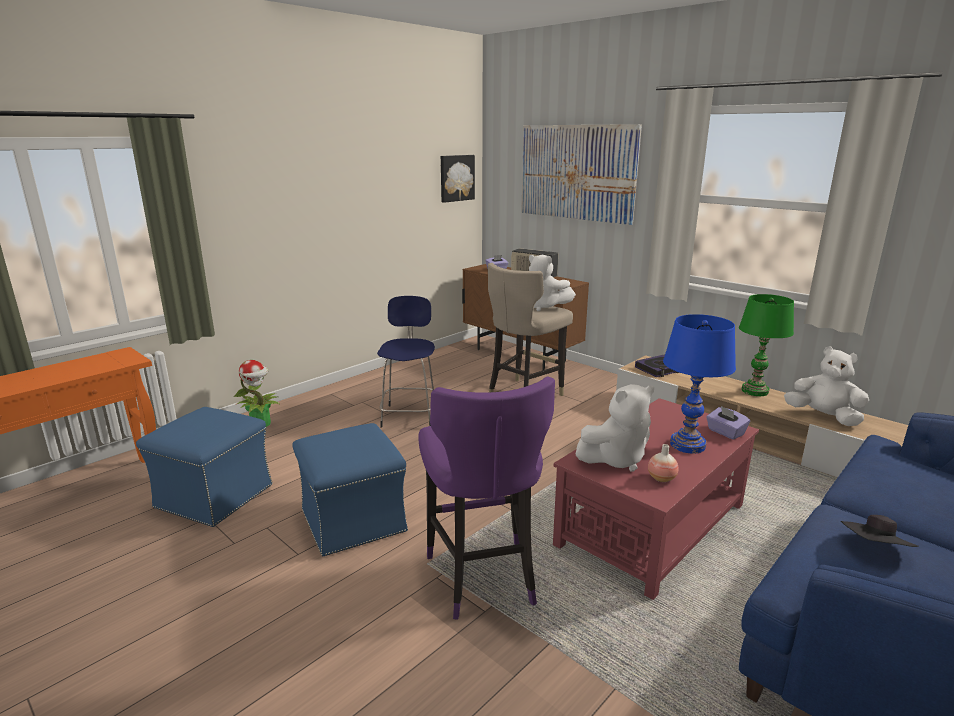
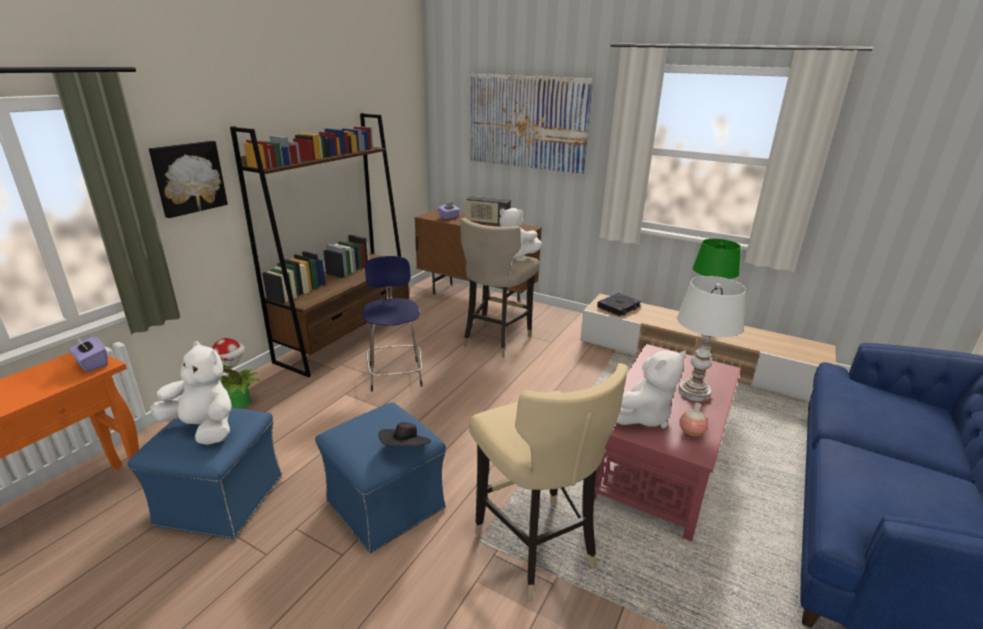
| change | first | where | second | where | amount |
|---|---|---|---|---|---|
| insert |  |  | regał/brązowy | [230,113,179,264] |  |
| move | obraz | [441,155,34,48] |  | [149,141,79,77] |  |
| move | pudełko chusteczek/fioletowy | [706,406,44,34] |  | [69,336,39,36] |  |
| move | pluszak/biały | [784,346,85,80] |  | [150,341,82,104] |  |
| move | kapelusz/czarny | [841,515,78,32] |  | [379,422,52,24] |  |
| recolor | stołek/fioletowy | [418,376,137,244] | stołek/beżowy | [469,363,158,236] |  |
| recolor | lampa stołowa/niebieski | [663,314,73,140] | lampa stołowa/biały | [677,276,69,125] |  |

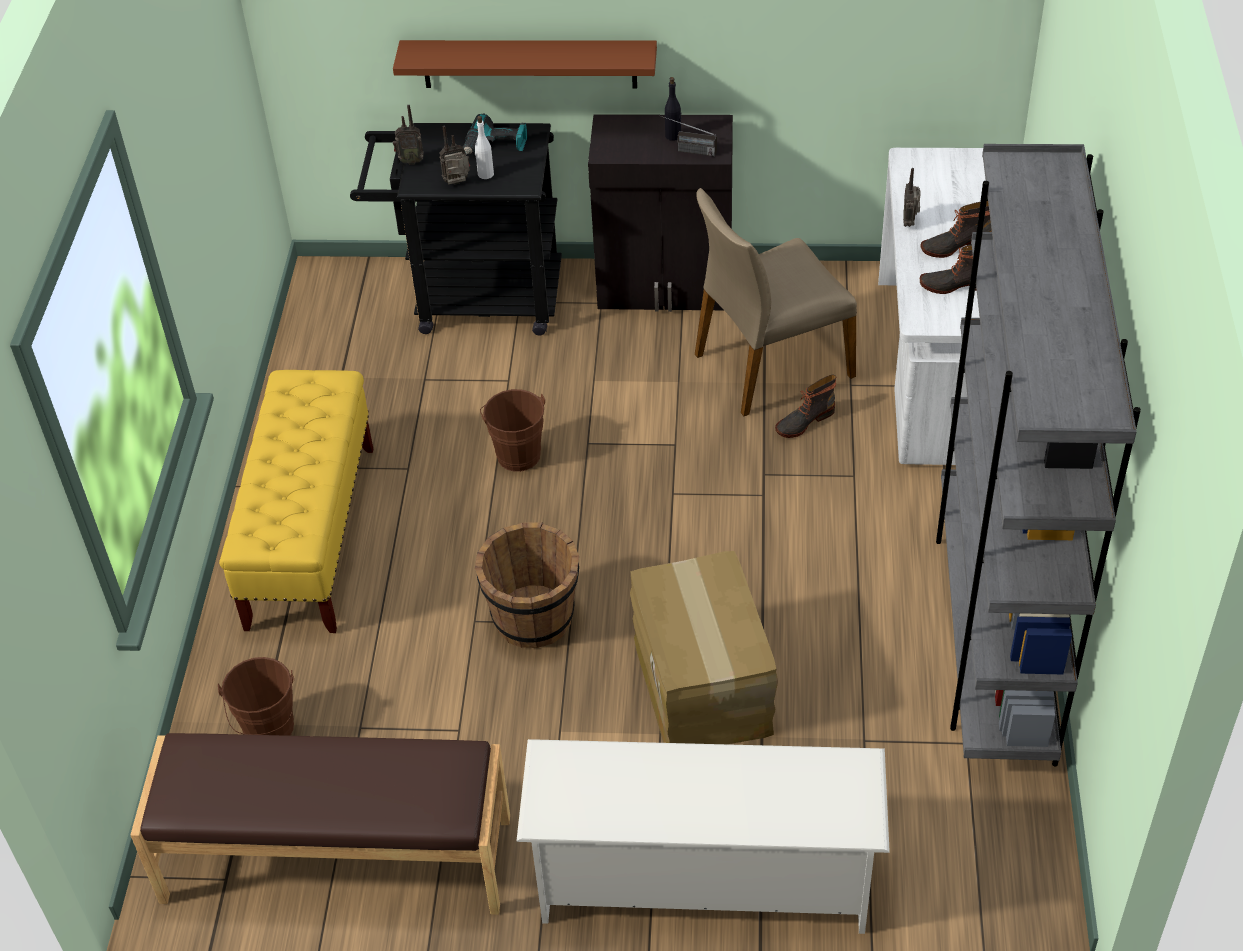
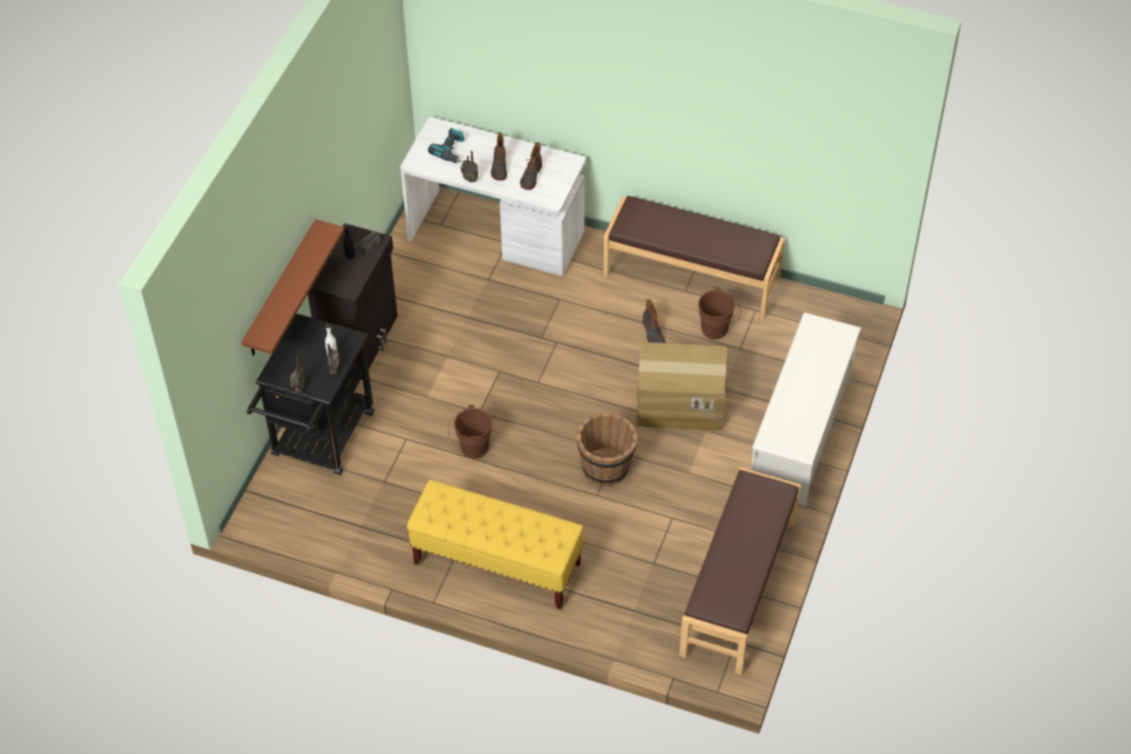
| change | first | where | second | where | amount |
|---|---|---|---|---|---|
| delete | krzesło/beżowy | [695,188,162,228] |  |  |  |
| move | wiadro/brązowy | [218,657,76,79] |  | [698,287,43,52] |  |
| move | wiertarka | [463,113,64,42] |  | [428,128,36,35] |  |
| move | but z cholewką | [775,375,61,63] |  | [643,299,22,44] |  |
| replace | regał/szary | [936,144,205,622] | ławka/brązowy | [604,196,181,124] |  |

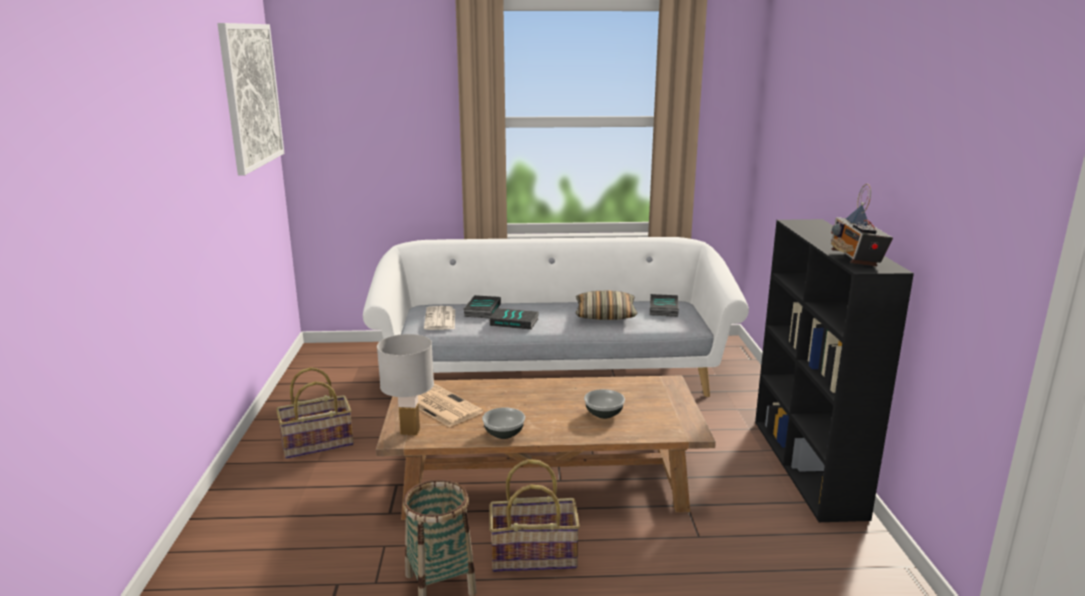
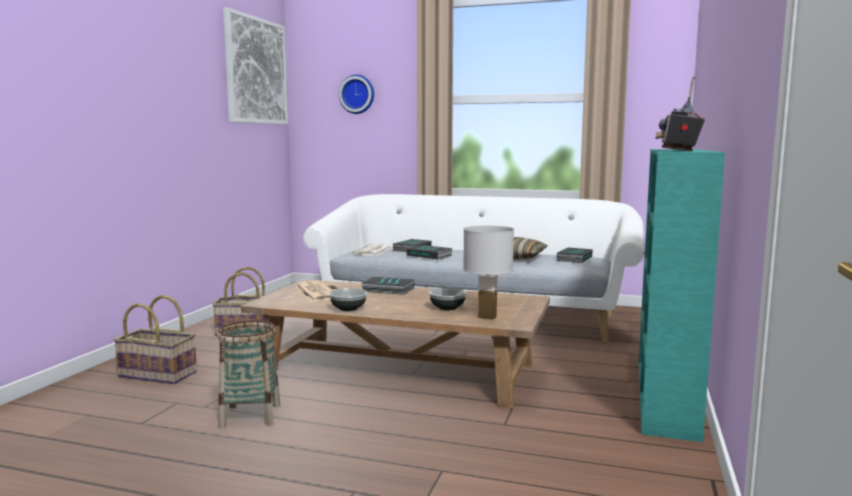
| change | first | where | second | where | amount |
|---|---|---|---|---|---|
| insert |  |  | zegar ścienny | [339,74,35,40] |  |
| insert |  |  | książka | [362,277,53,18] |  |
| move | lampa stołowa/biały | [377,334,57,101] |  | [463,225,51,95] |  |
| move | koszyk | [489,459,91,113] |  | [114,295,83,89] |  |
| recolor | regał/czarny | [755,219,159,303] | regał/turkusowy | [639,149,86,293] |  |

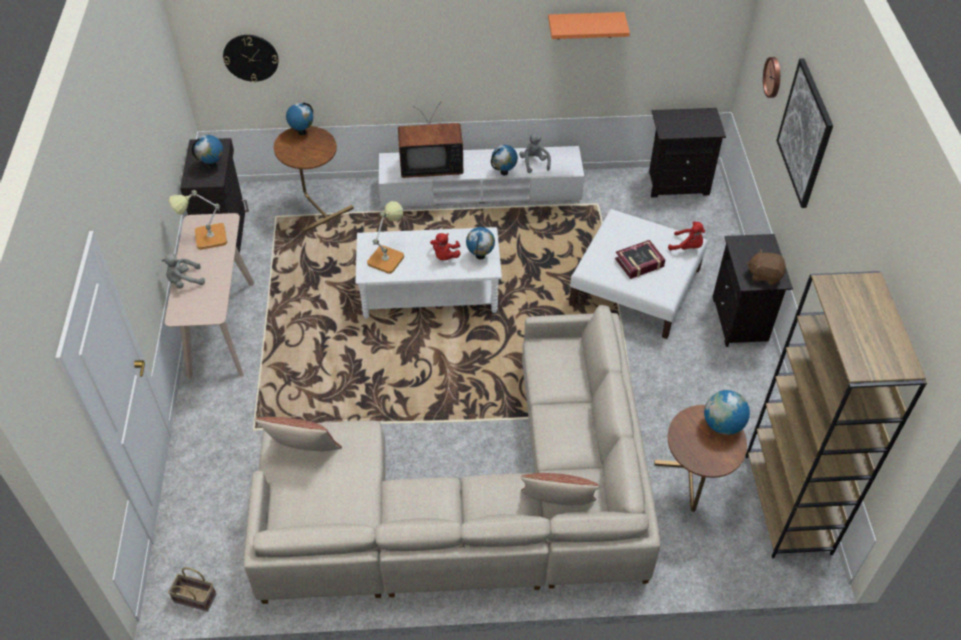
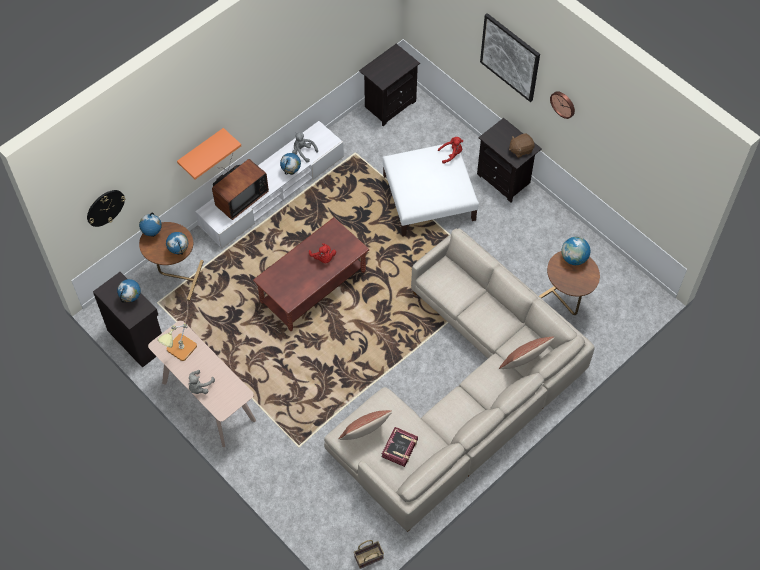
| change | first | where | second | where | amount |
|---|---|---|---|---|---|
| delete | lampa stołowa | [367,201,37,73] |  |  |  |
| delete | regał/brązowy | [745,271,182,287] |  |  |  |
| move | globus | [466,227,29,33] |  | [166,232,22,23] |  |
| move | półka/pomarańczowy | [548,12,82,27] |  | [177,128,64,51] |  |
| move | książka | [615,240,50,39] |  | [382,427,36,40] |  |
| move | zegar ścienny | [763,57,17,41] |  | [550,91,25,28] |  |
| recolor | ława/biały | [355,227,147,92] | ława/brązowy | [253,217,116,114] |  |

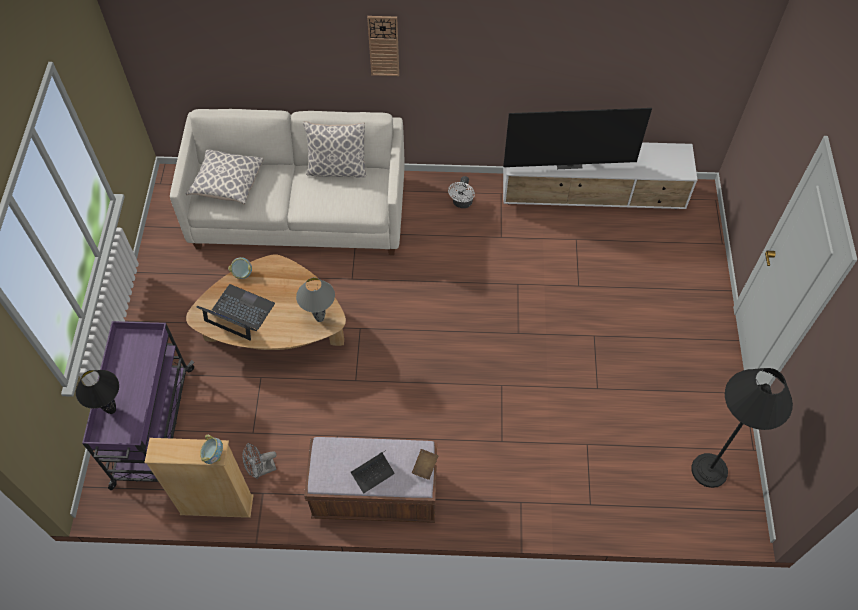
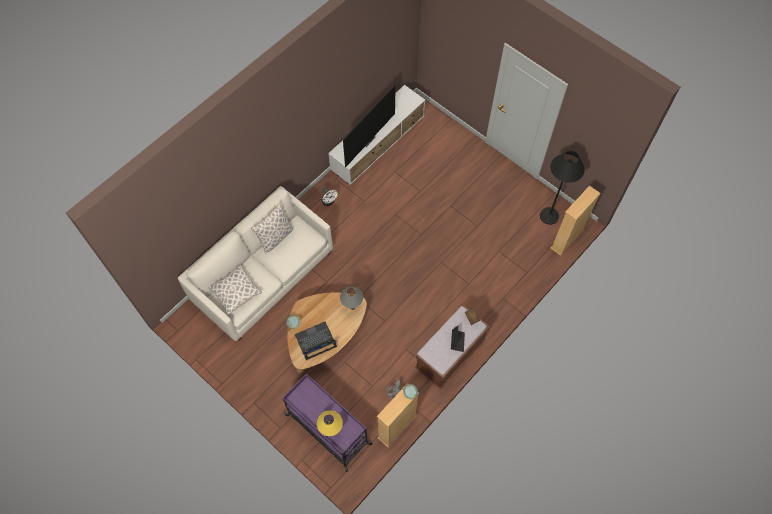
| change | first | where | second | where | amount |
|---|---|---|---|---|---|
| delete | zegar ścienny | [367,16,32,60] |  |  |  |
| insert |  |  | regał/beżowy | [551,185,50,71] |  |
| recolor | lampa stołowa/czarny | [76,370,43,44] | lampa stołowa/żółty | [317,411,26,25] |  |

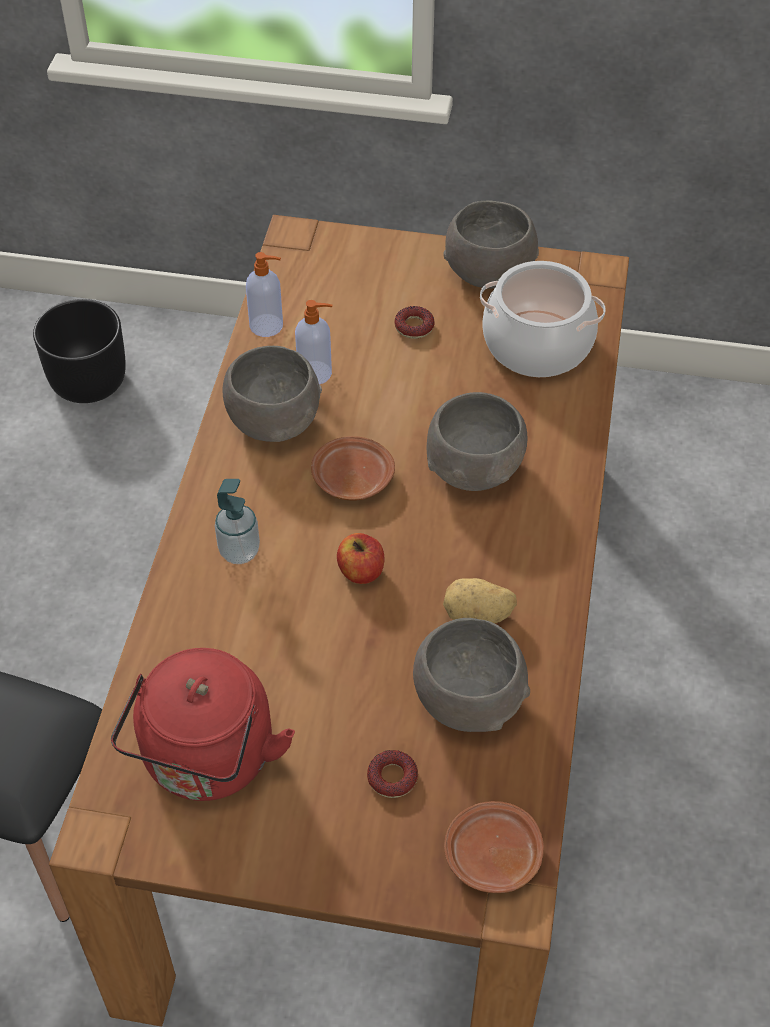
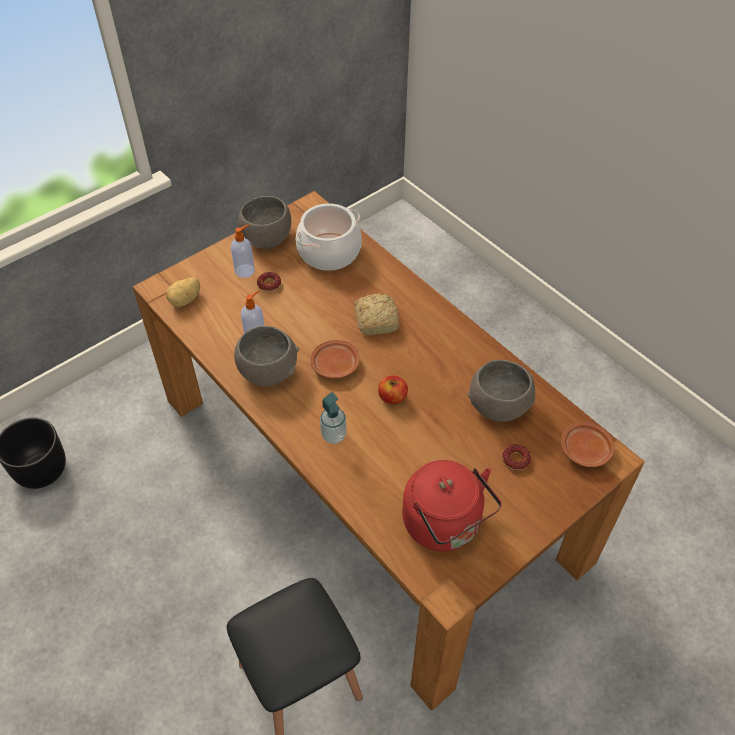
| change | first | where | second | where | amount |
|---|---|---|---|---|---|
| move | dozownik mydła | [246,252,37,85] |  | [231,224,24,54] |  |
| move | ziemniak | [443,578,74,45] |  | [166,277,34,30] |  |
| replace | miska/szary | [427,392,100,99] | chleb | [354,293,45,42] |  |

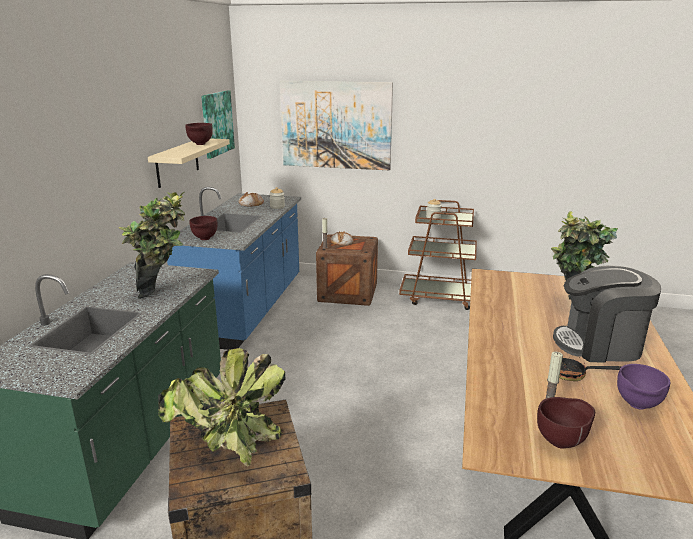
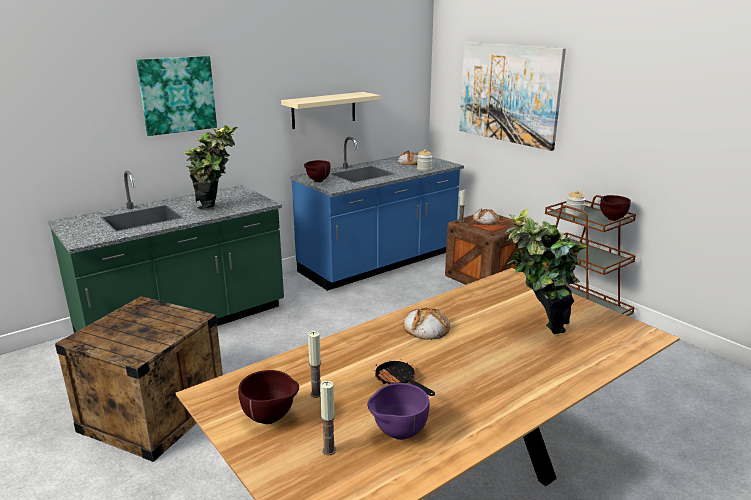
| change | first | where | second | where | amount |
|---|---|---|---|---|---|
| delete | roślina doniczkowa | [158,348,128,118] |  |  |  |
| delete | ekspres do kawy | [553,265,108,98] |  |  |  |
| insert |  |  | świeca | [320,381,16,74] |  |
| insert |  |  | chleb | [403,307,47,33] |  |
| move | miska/brązowy | [185,123,28,22] |  | [600,195,31,26] |  |
| move | obraz | [201,91,34,68] |  | [136,56,81,80] |  |

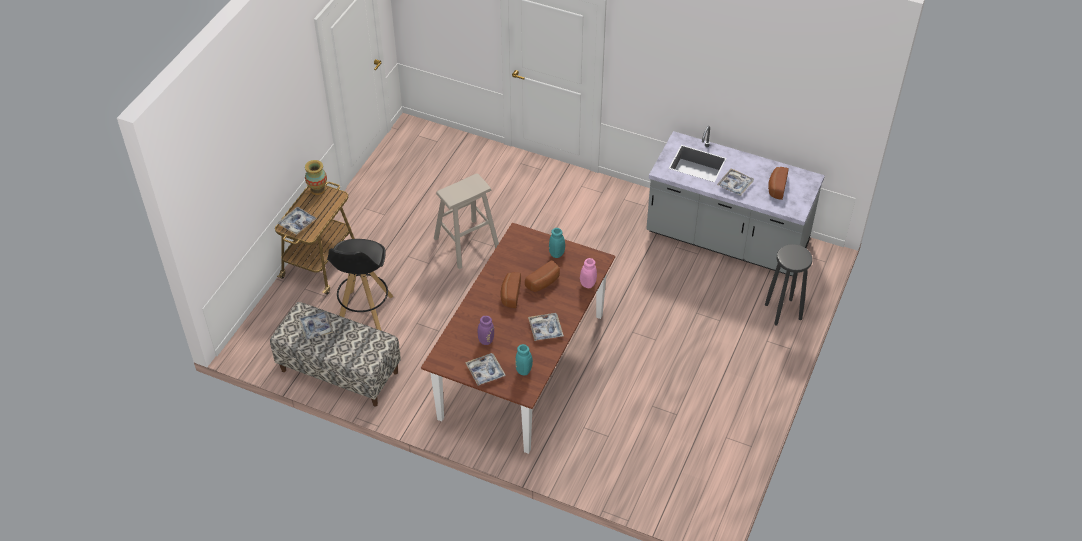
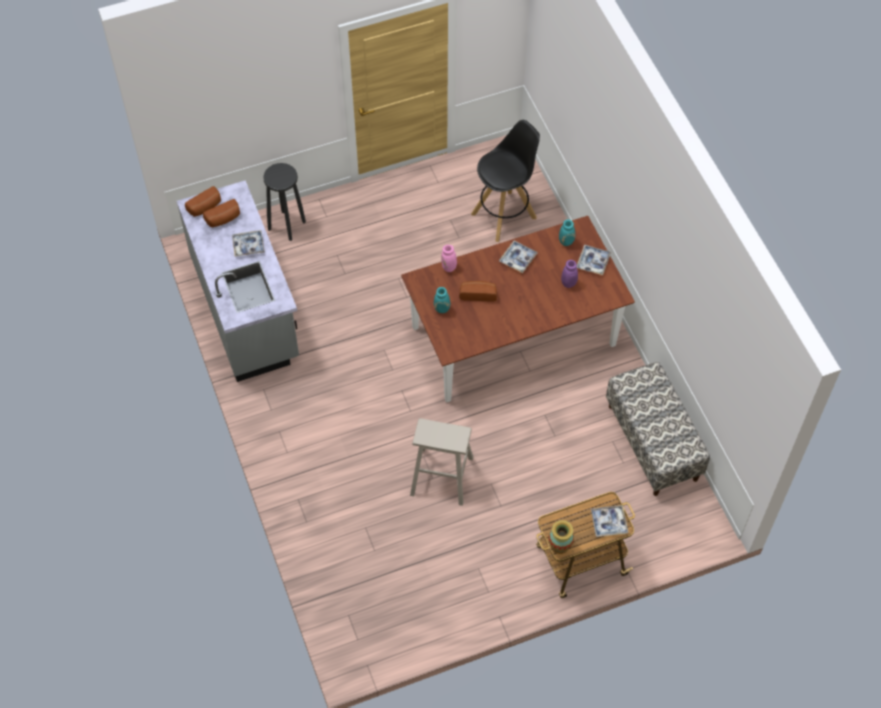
| change | first | where | second | where | amount |
|---|---|---|---|---|---|
| delete | taca | [299,311,34,29] |  |  |  |
| move | stołek/czarny | [327,239,67,92] |  | [471,120,69,122] |  |
| move | chleb | [501,272,20,36] |  | [185,186,36,31] |  |

